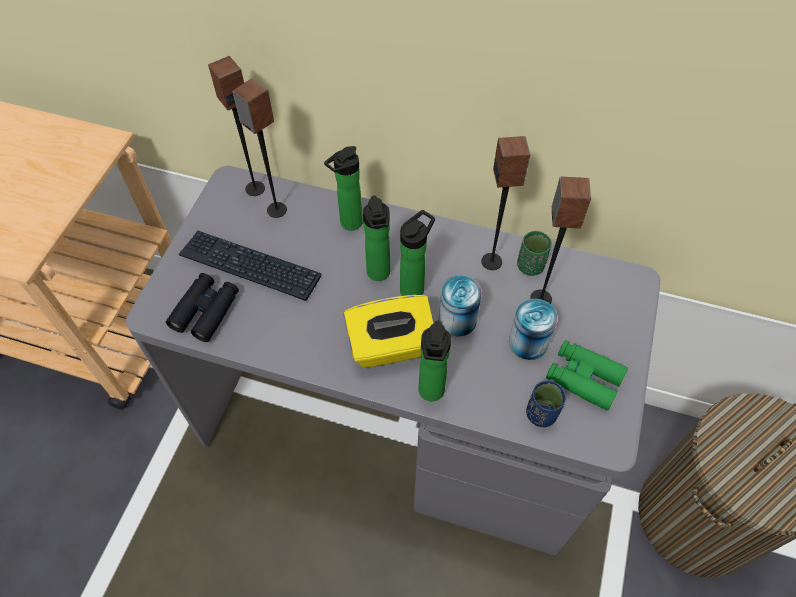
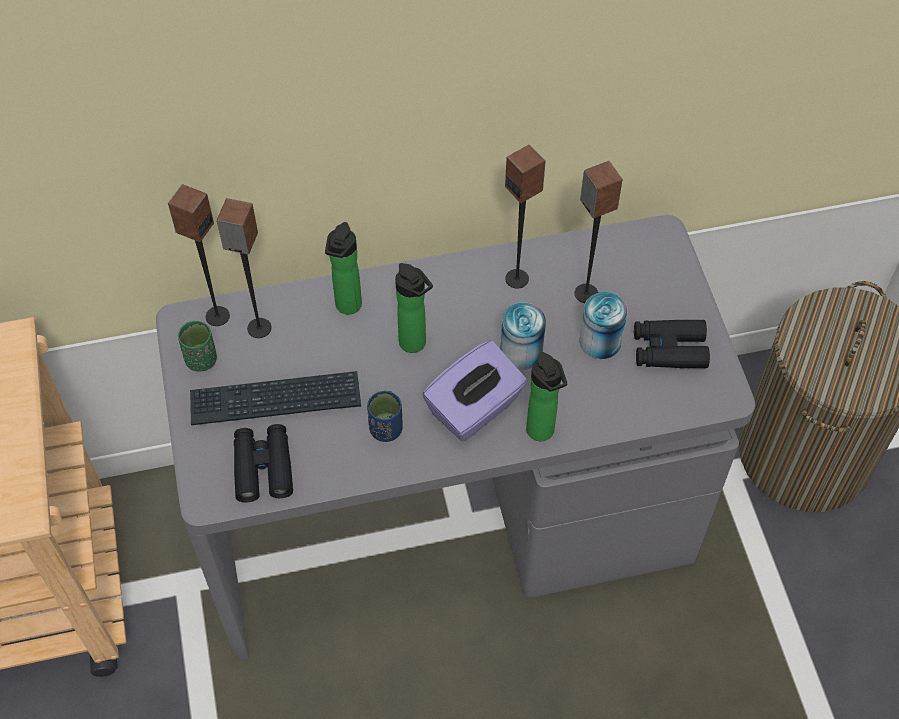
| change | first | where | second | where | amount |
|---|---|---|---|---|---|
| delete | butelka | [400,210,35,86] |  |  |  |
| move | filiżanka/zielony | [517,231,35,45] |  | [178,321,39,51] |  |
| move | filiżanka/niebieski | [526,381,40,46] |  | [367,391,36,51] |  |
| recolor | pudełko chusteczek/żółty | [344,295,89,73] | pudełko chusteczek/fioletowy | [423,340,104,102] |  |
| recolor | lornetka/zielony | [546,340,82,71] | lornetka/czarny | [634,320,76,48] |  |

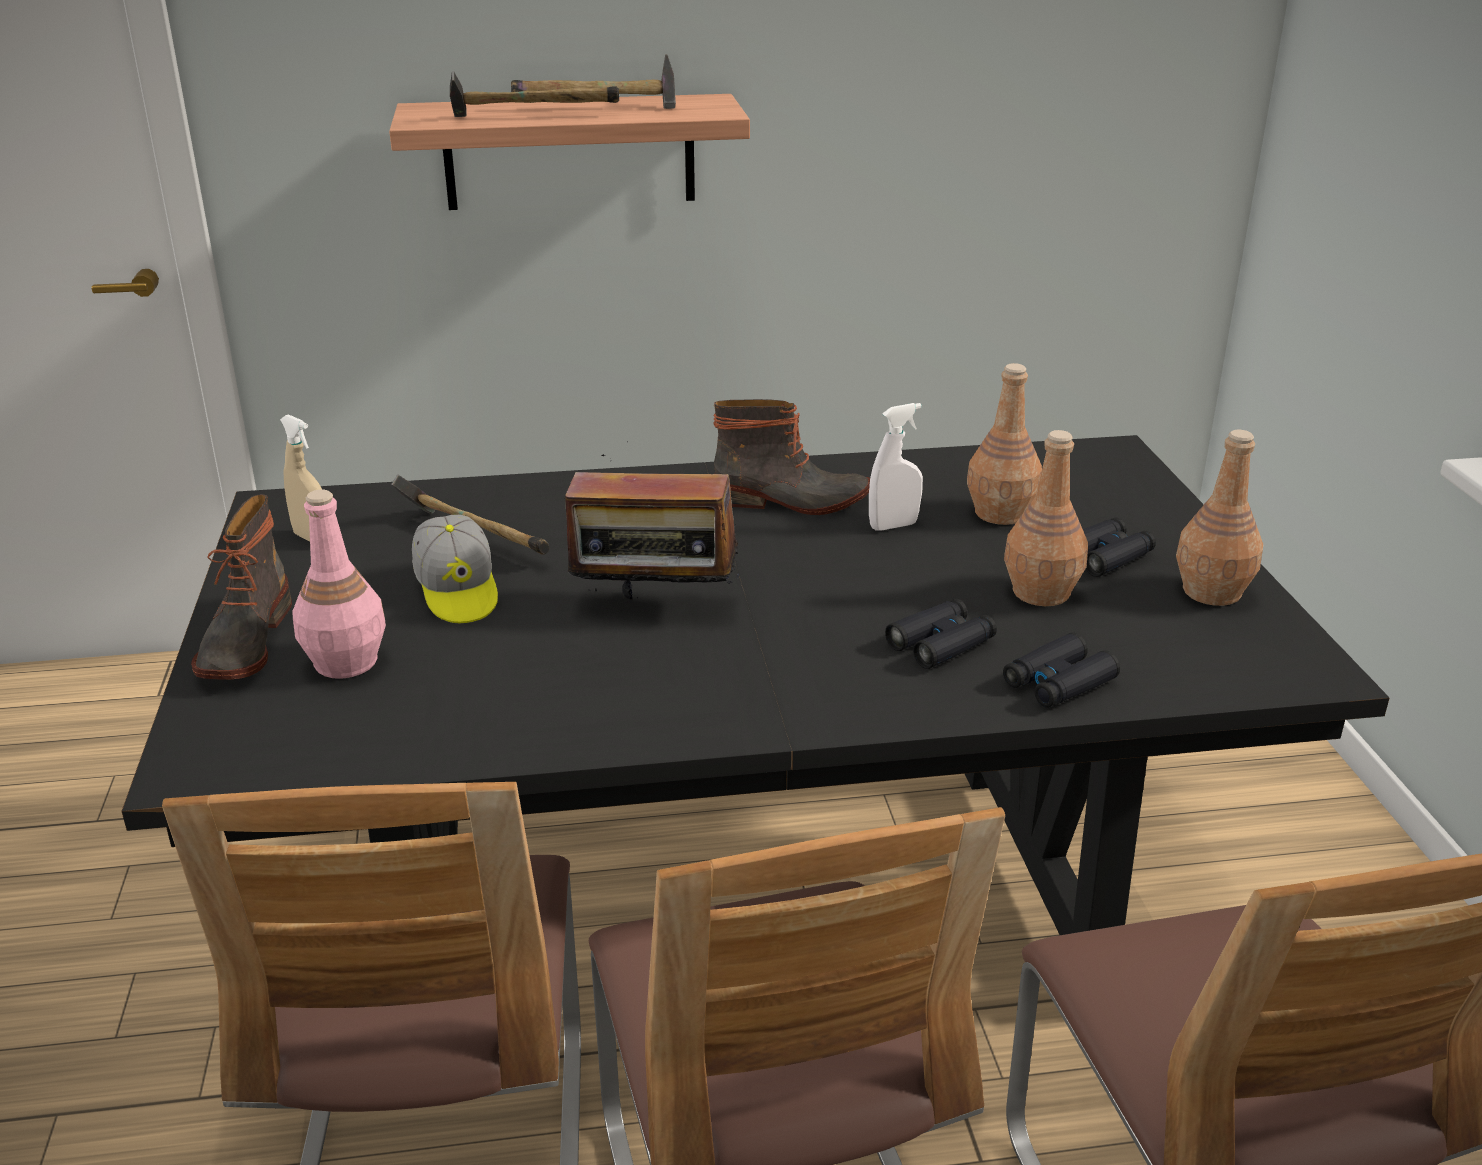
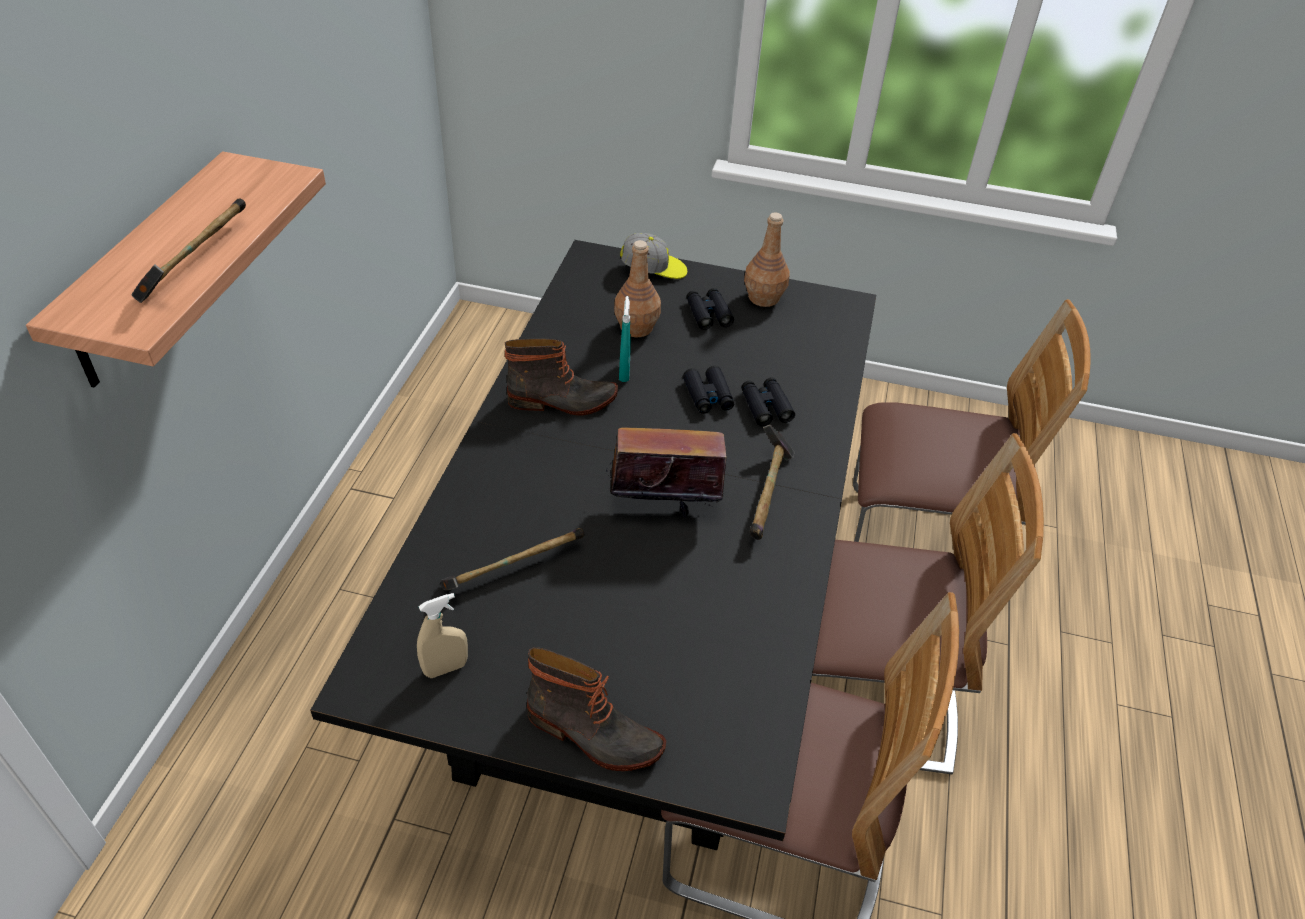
| change | first | where | second | where | amount |
|---|---|---|---|---|---|
| delete | butelka/różowy | [293,490,93,189] |  |  |  |
| delete | butelka/brązowy | [1004,430,84,176] |  |  |  |
| move | czapka z daszkiem | [412,515,86,108] |  | [620,233,67,46] |  |
| move | młotek | [511,54,165,55] |  | [750,425,45,115] |  |
| move | lornetka/czarny | [1003,633,117,74] |  | [683,366,51,48] |  |
| recolor | spryskiwacz/biały | [869,403,54,128] | spryskiwacz/turkusowy | [619,296,12,86] |  |
| rotate | radio | [565,454,174,156] |  | [606,410,120,108] | 120 degrees counterclockwise |
| rotate | but z cholewką | [714,399,156,116] |  | [505,338,113,78] | 60 degrees clockwise |

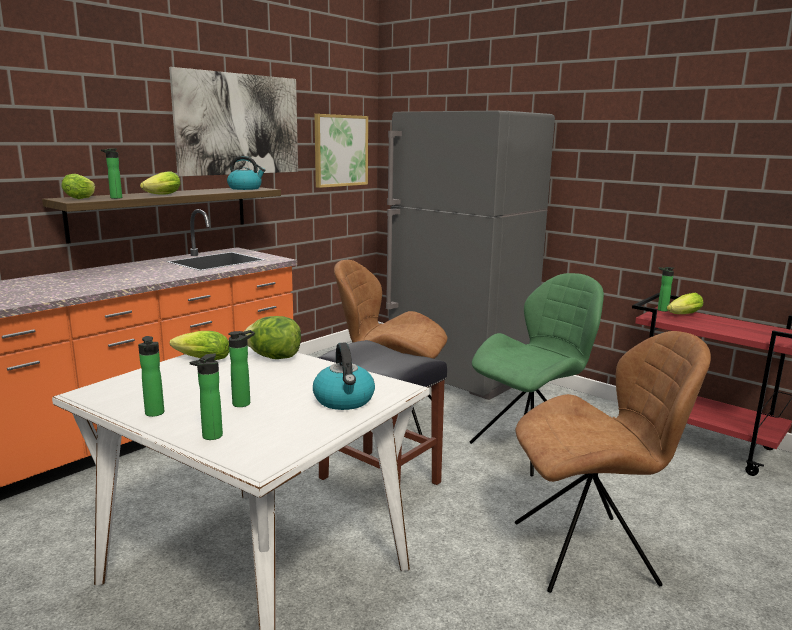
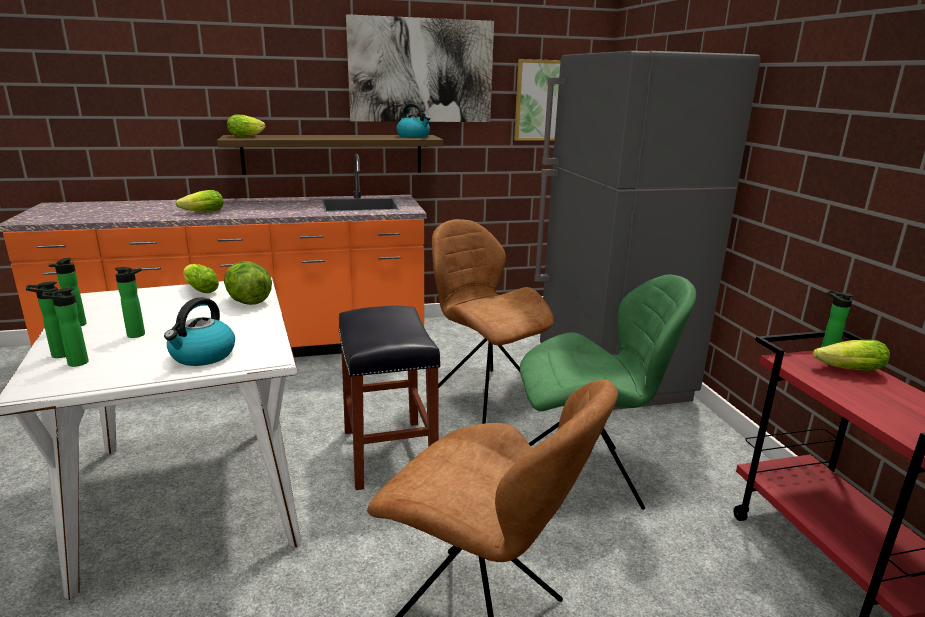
| change | first | where | second | where | amount |
|---|---|---|---|---|---|
| move | butelka | [101,148,21,51] |  | [42,288,47,79] |  |
| move | sałata | [140,171,41,24] |  | [175,190,48,22] |  |

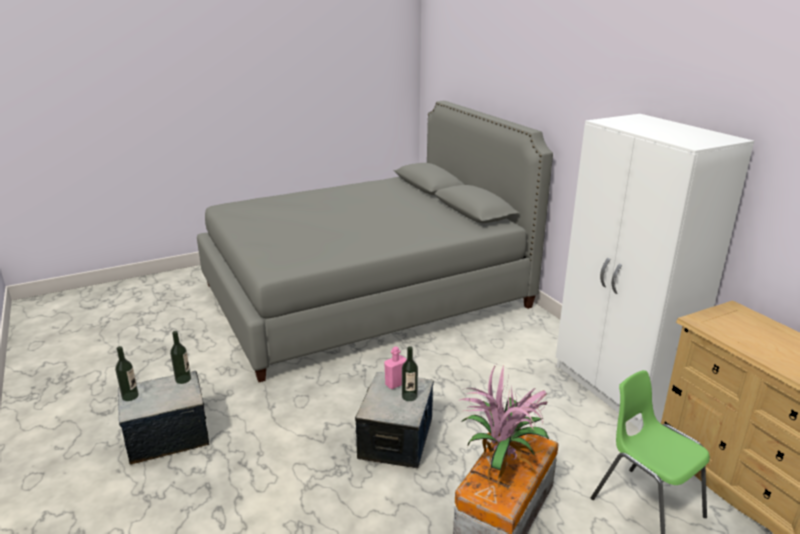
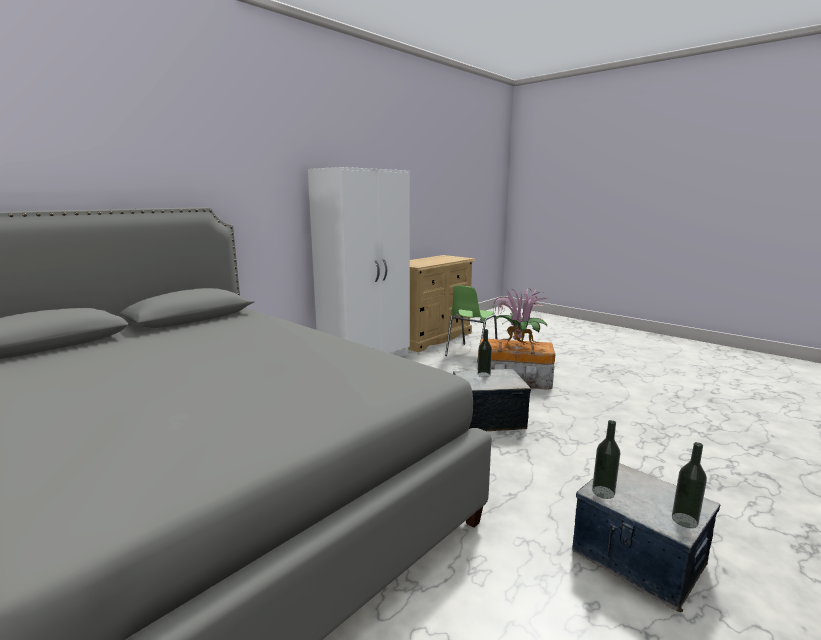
| change | first | where | second | where | amount |
|---|---|---|---|---|---|
| delete | butelka/różowy | [384,346,23,43] |  |  |  |

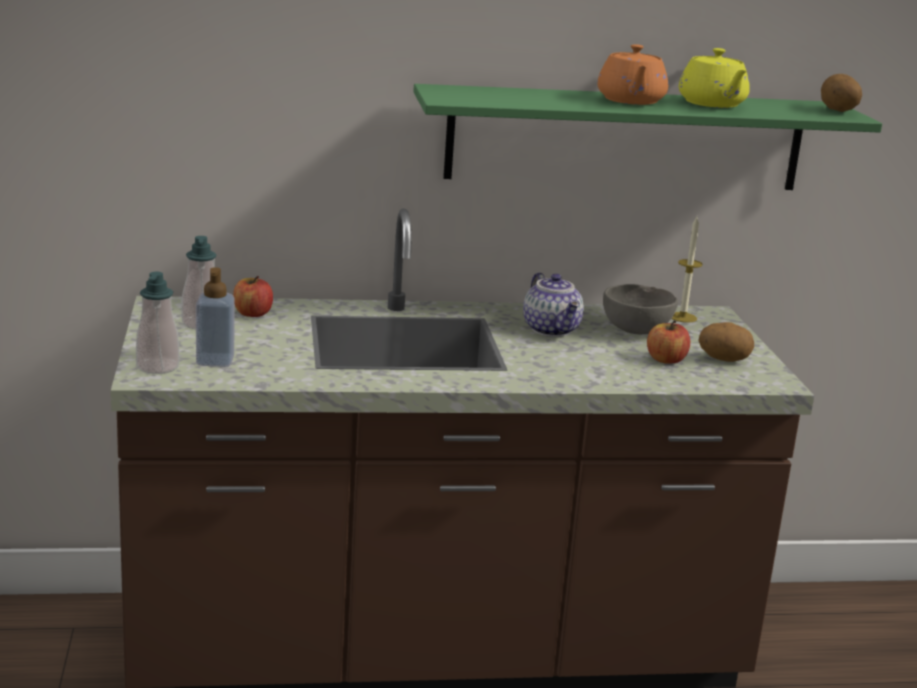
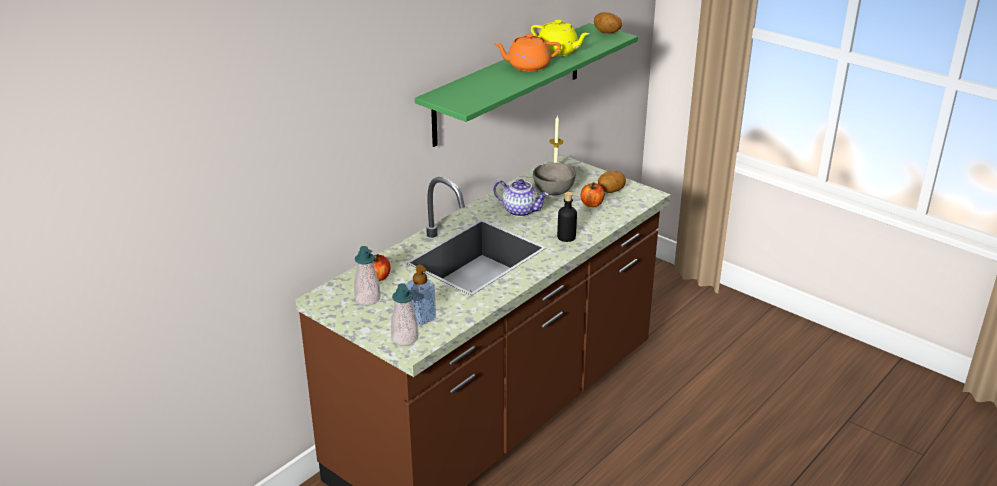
| change | first | where | second | where | amount |
|---|---|---|---|---|---|
| insert |  |  | butelka/czarny | [557,192,20,50] |  |
| rotate | imbryk/pomarańczowy | [597,44,71,61] |  | [494,34,67,37] | 120 degrees clockwise |

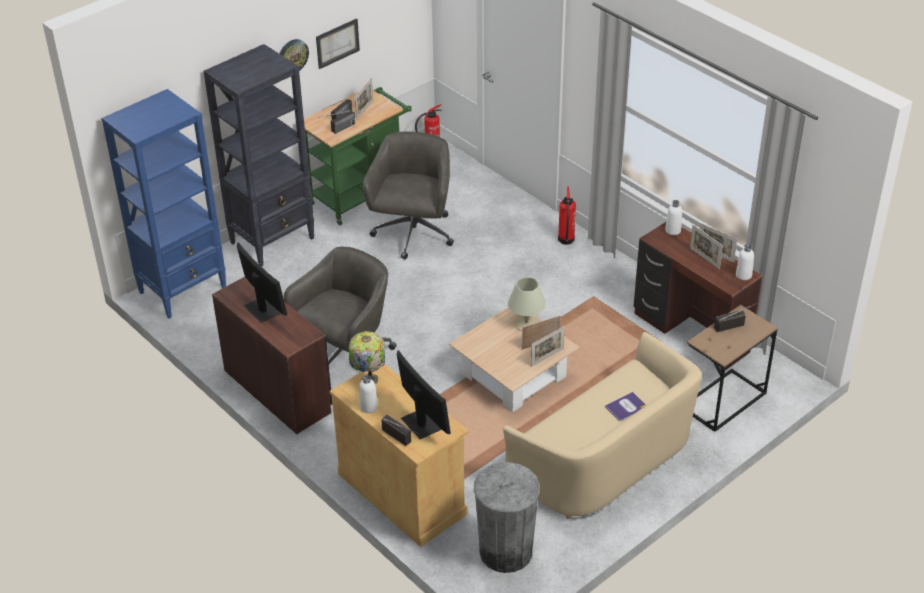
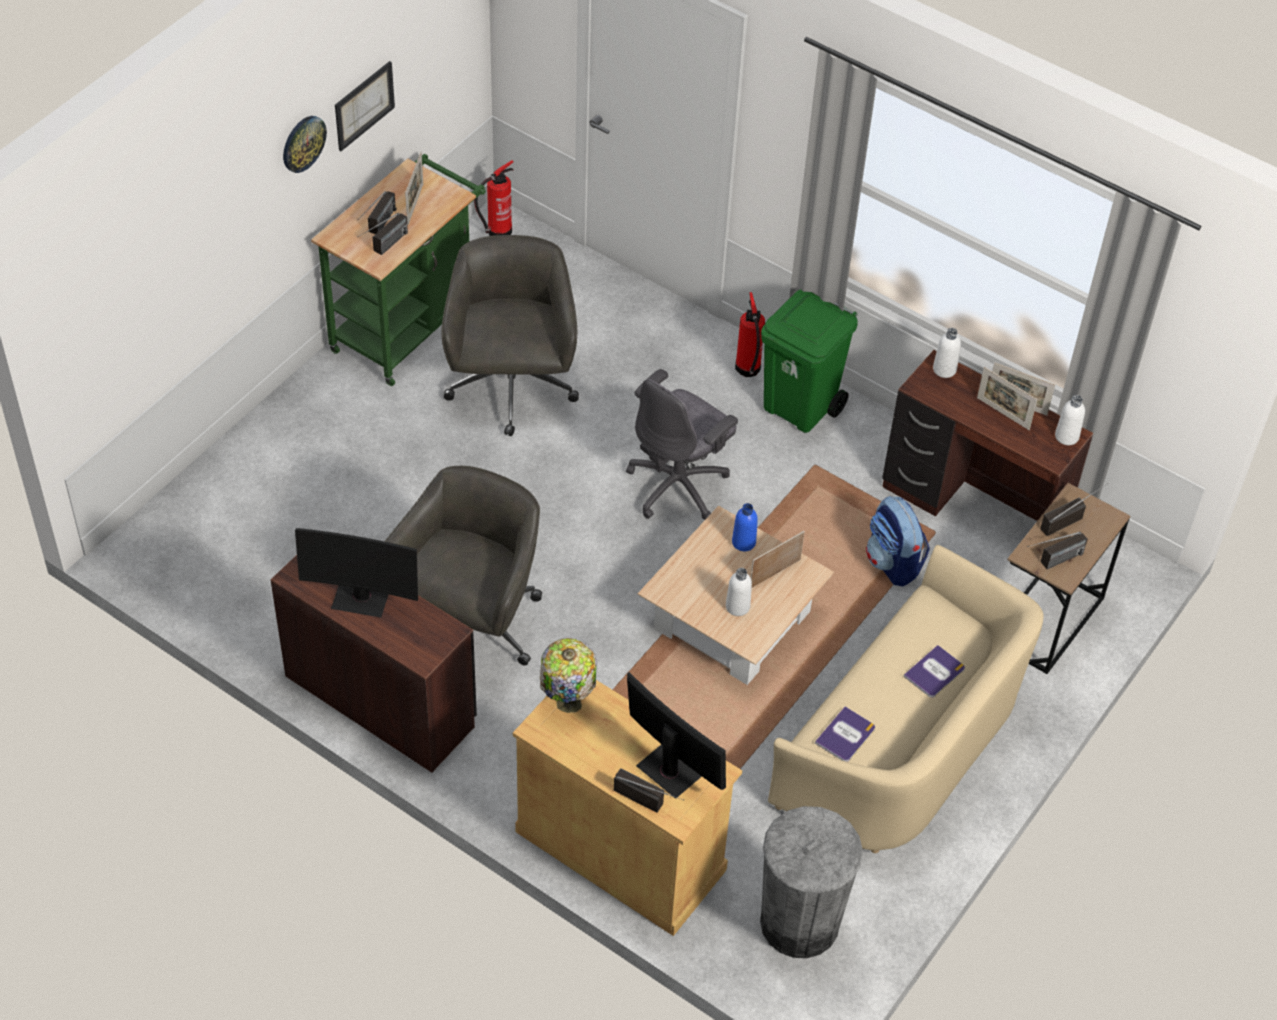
| change | first | where | second | where | amount |
|---|---|---|---|---|---|
| delete | regał/niebieski | [102,89,125,229] |  |  |  |
| delete | regał/czarny | [204,44,111,223] |  |  |  |
| delete | ramka na zdjęcie | [531,326,34,41] |  |  |  |
| insert |  |  | krzesło biurowe/szary | [626,369,112,151] |  |
| insert |  |  | kosz na śmieci/zielony | [761,289,97,144] |  |
| insert |  |  | książka | [815,706,60,56] |  |
| insert |  |  | plecak | [866,496,64,91] |  |
| insert |  |  | radio | [1027,532,61,37] |  |
| move | butelka/biały | [359,375,19,38] |  | [726,568,26,48] |  |
| replace | lampa stołowa/beżowy | [508,277,38,54] | butelka/niebieski | [732,503,26,48] |  |
| rotate | monitor | [237,242,50,81] |  | [295,528,123,90] | 150 degrees clockwise |

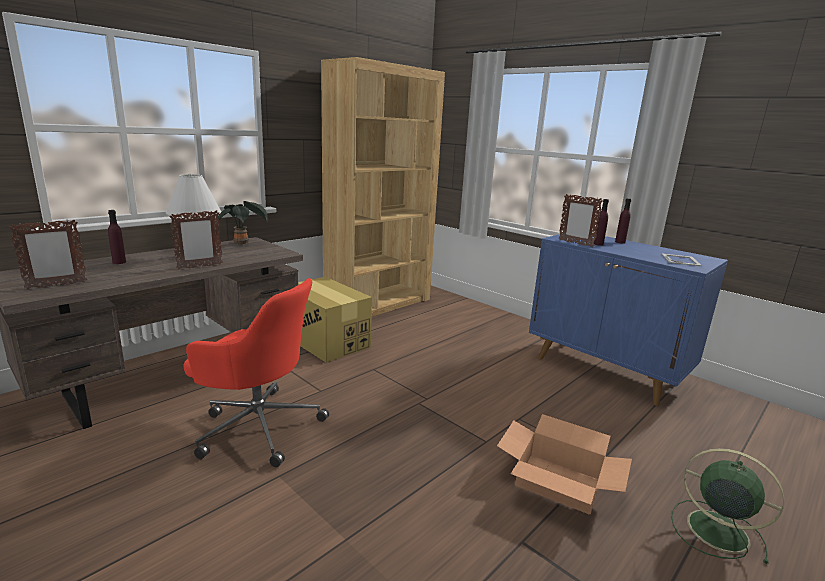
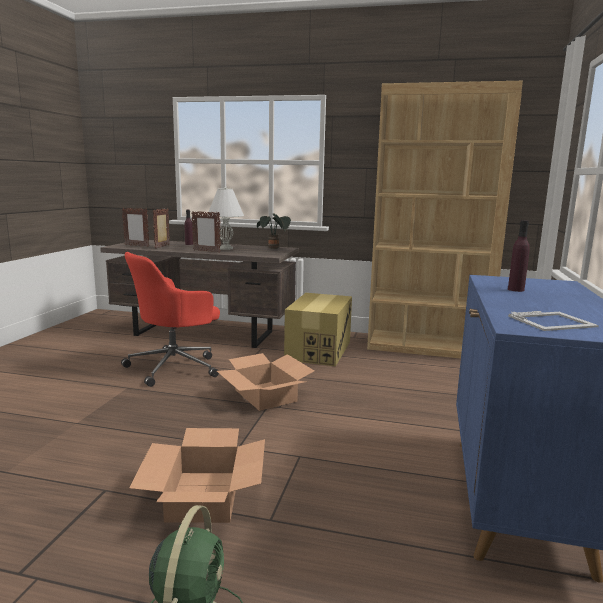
| change | first | where | second | where | amount |
|---|---|---|---|---|---|
| delete | butelka/fioletowy | [615,198,16,46] |  |  |  |
| insert |  |  | karton | [217,353,97,58] |  |
| move | ramka na zdjęcie | [559,194,44,53] |  | [153,208,17,41] |  |
| rotate | krzesło biurowe/czerwony | [184,278,145,189] |  | [121,252,99,135] | 60 degrees clockwise |

